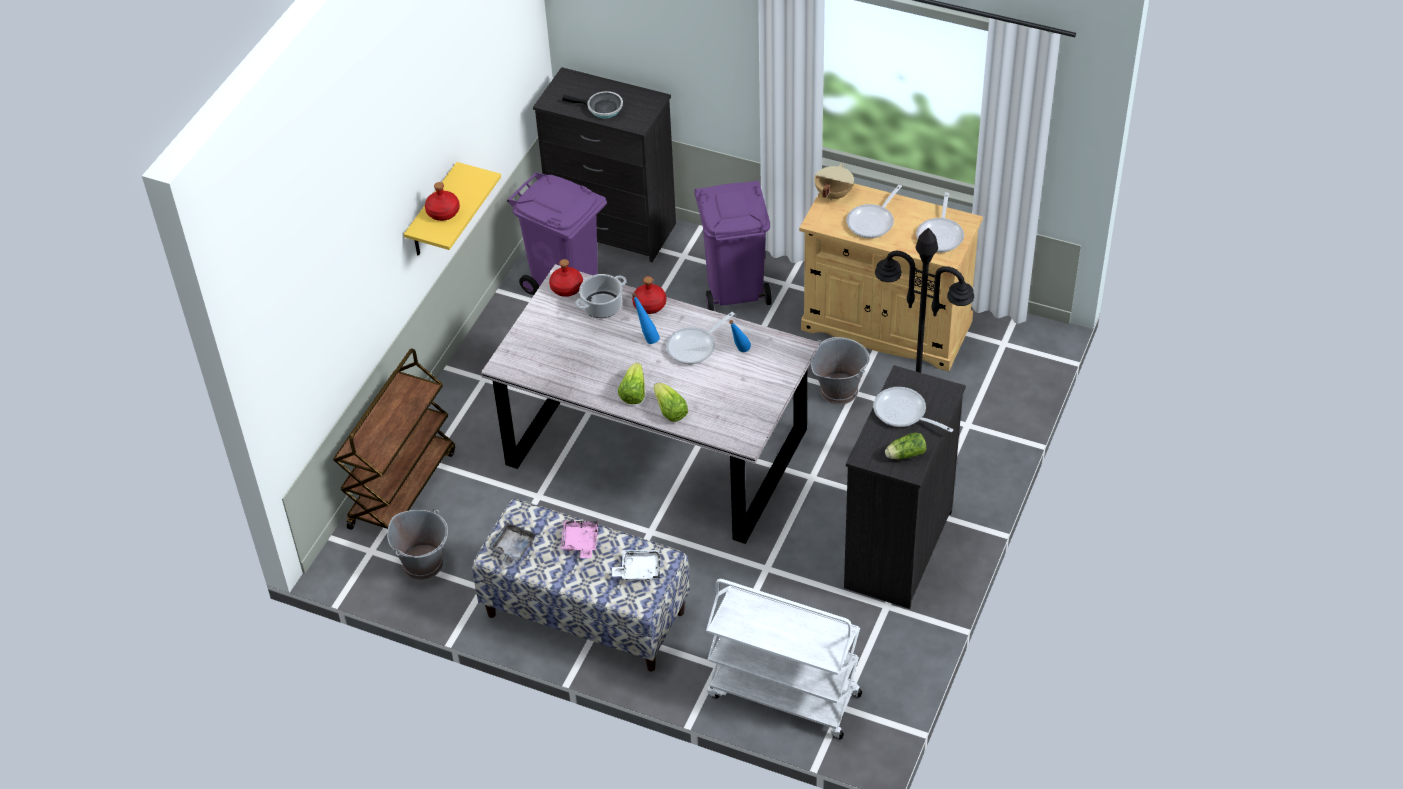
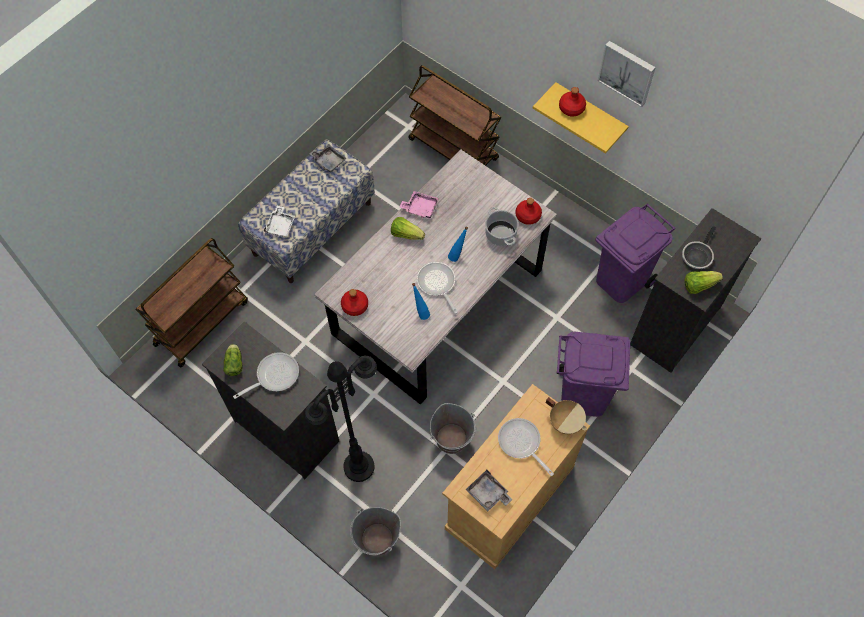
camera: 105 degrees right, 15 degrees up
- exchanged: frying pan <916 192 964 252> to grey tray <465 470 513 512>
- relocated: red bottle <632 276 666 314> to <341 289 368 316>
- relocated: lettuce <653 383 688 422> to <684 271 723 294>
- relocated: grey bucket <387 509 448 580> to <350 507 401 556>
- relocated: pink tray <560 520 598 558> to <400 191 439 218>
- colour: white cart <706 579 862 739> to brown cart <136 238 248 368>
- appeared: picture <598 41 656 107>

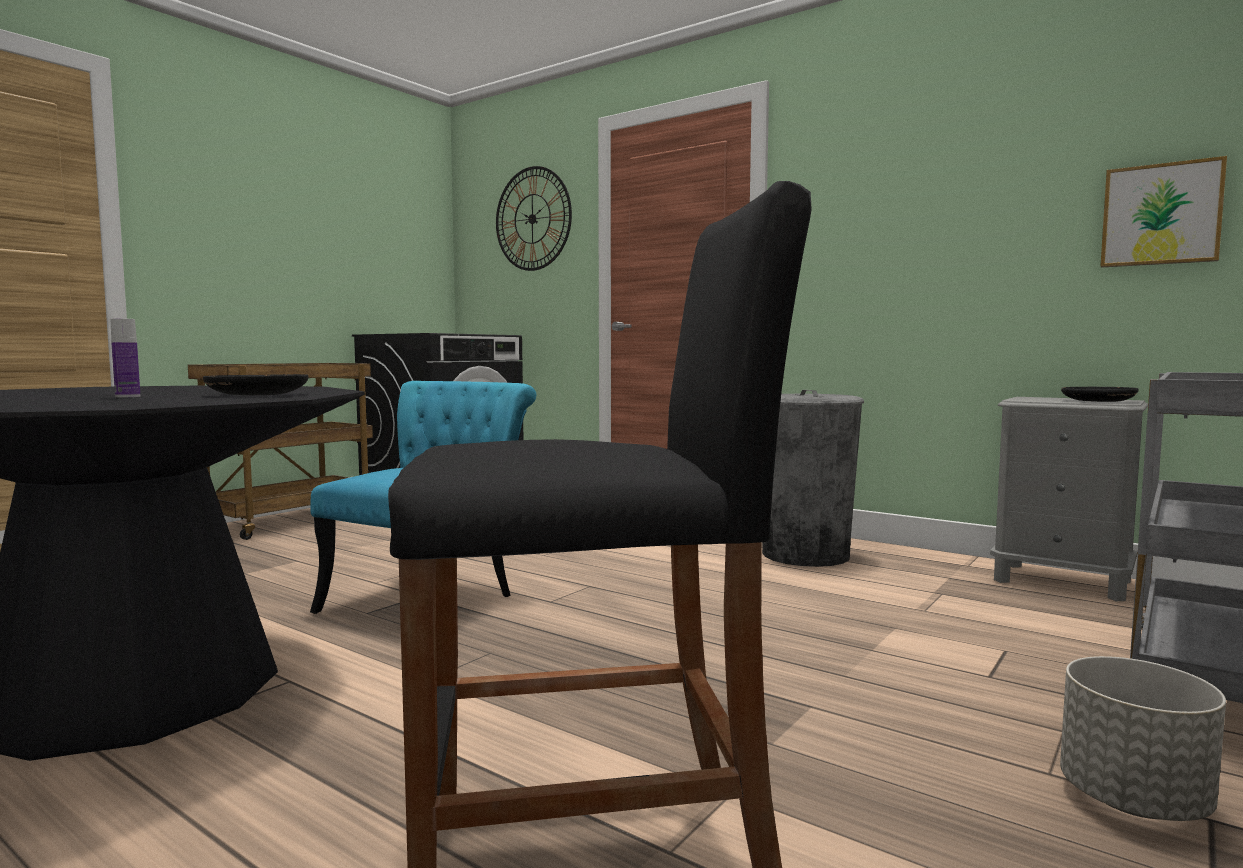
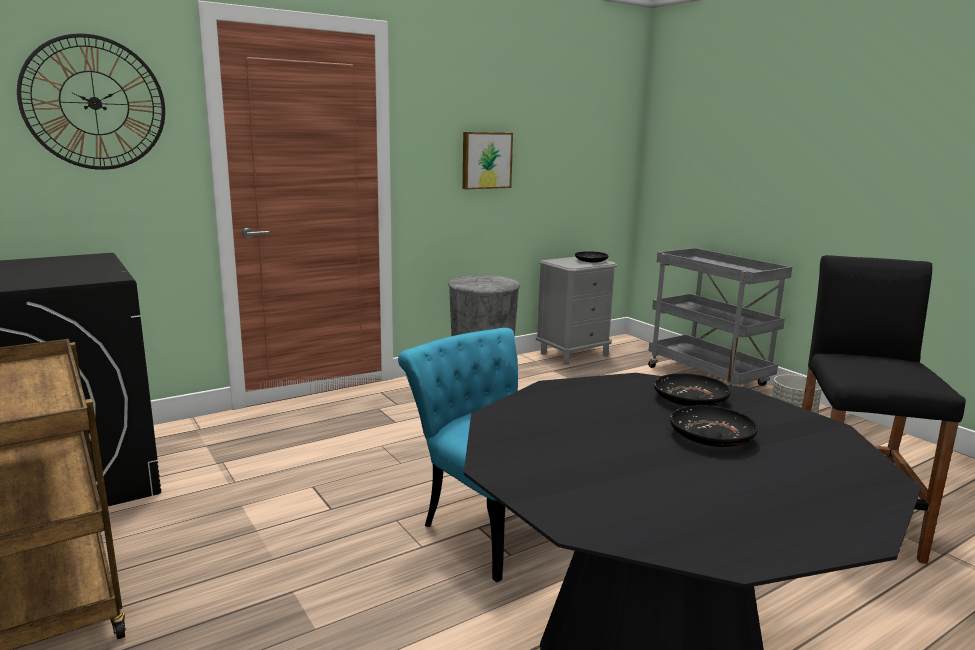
camera: 70 degrees left, 10 degrees up
- relocated: picture <1100 156 1227 267> to <463 132 513 189>
- exchanged: bottle <111 318 140 397> to black plate <670 405 758 447>

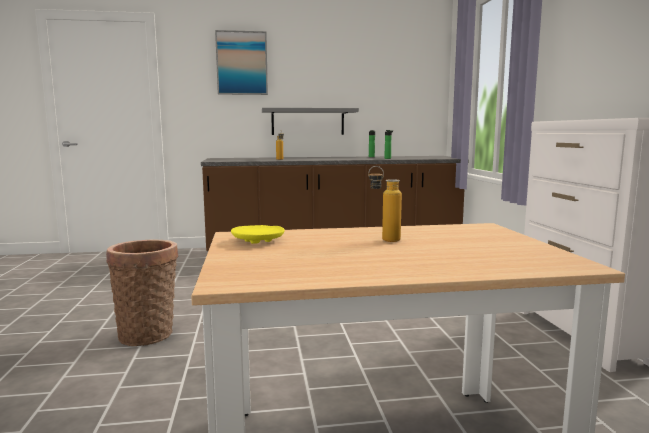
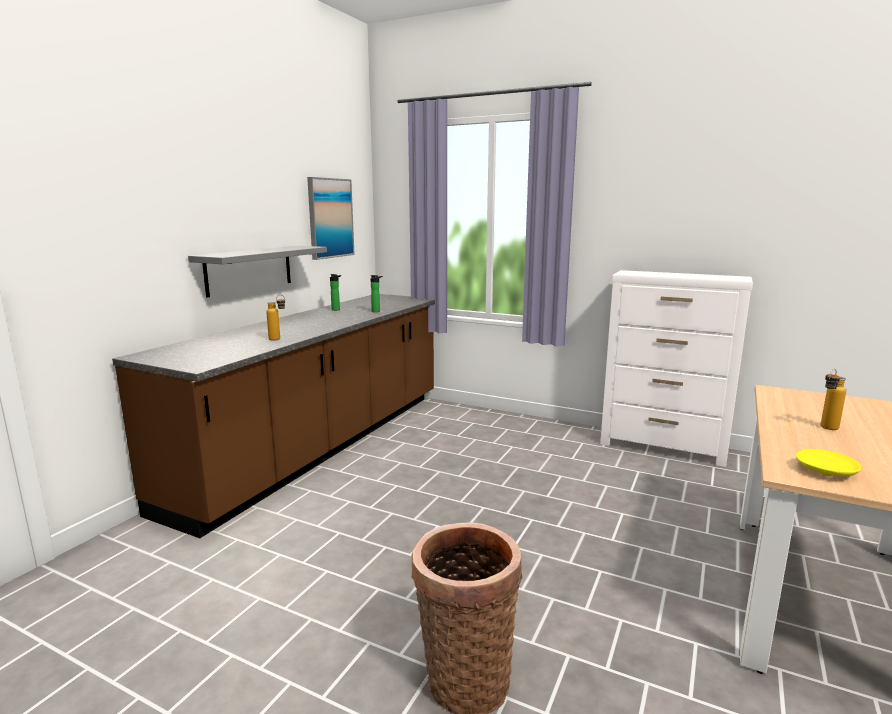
camera: 55 degrees left, 5 degrees up
- relocated: picture <215 30 268 95> to <307 177 355 260>

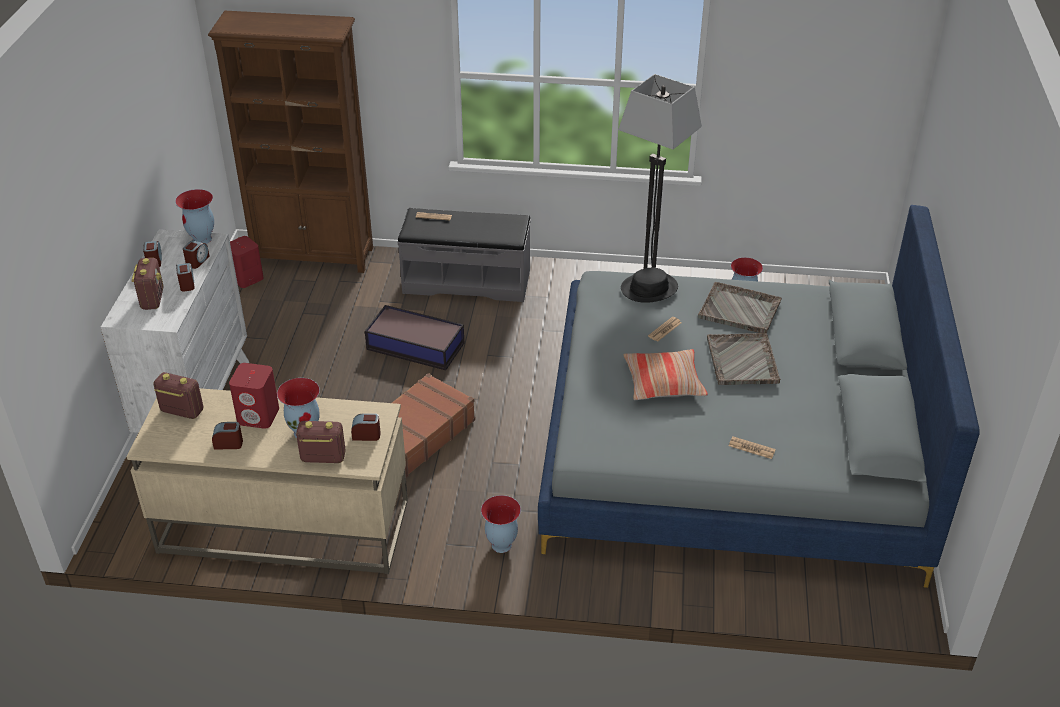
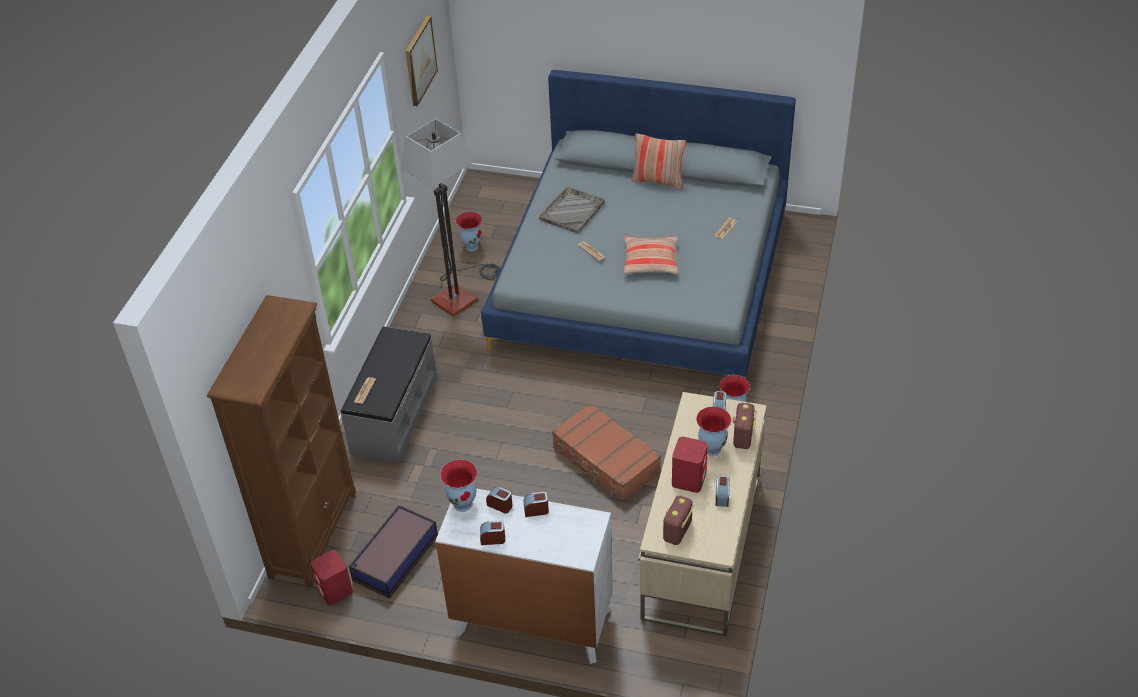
camera: 80 degrees left, 5 degrees up
- missing: radio <132 258 164 310>
- missing: black hat <621 268 678 303>
- relocated: storage box <365 305 464 370> to <349 505 438 598>
- missing: grey tray <707 333 781 385>
- appeared: picture <406 16 438 106>
- appeared: pillow <631 133 686 189>

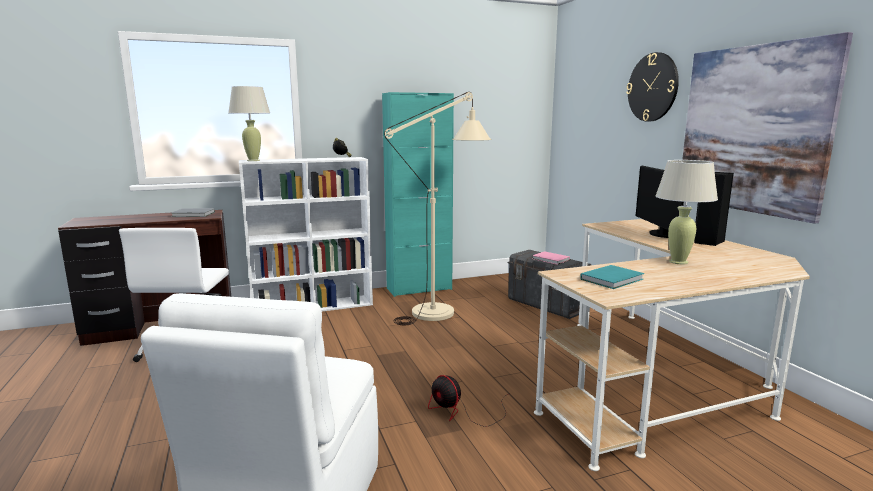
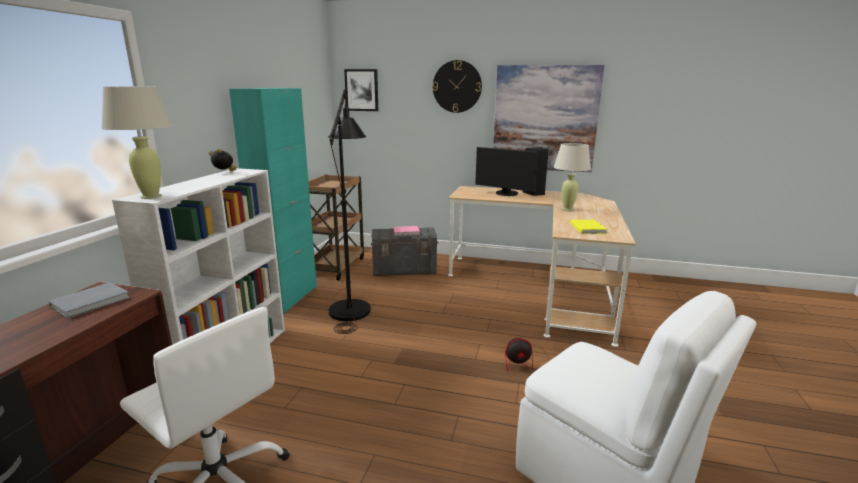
camera: 55 degrees left, 5 degrees up
- colour: beige floor lamp <384 92 491 325> to black floor lamp <328 89 371 334>
- colour: turquoise book <580 265 644 289> to yellow book <570 220 608 234>
- appeared: picture <344 69 378 111>
- appeared: brown cart <309 174 364 280>

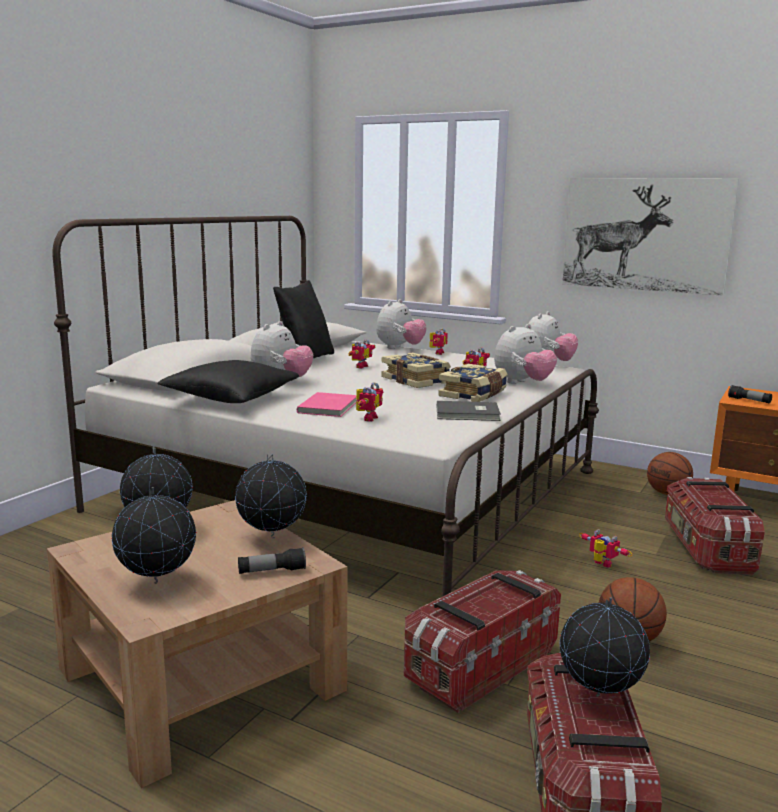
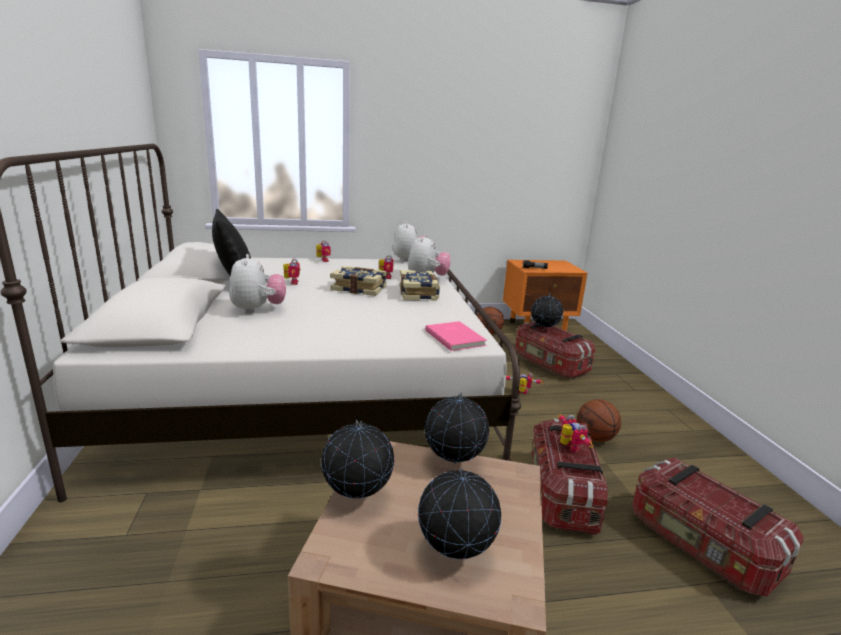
camera: 40 degrees left, 5 degrees up
- missing: picture <562 178 739 296>
- missing: plush toy <376 299 427 349>
- missing: black pillow <157 360 299 403>
- relocated: toy robot <356 382 383 422> to <558 414 593 452>
- relocated: pink book <297 392 356 417> to <425 321 487 351>
- missing: grey book <437 401 501 421>
- missing: flashlight <238 547 306 574>
- relocated: globe <560 597 650 697> to <531 293 563 331>

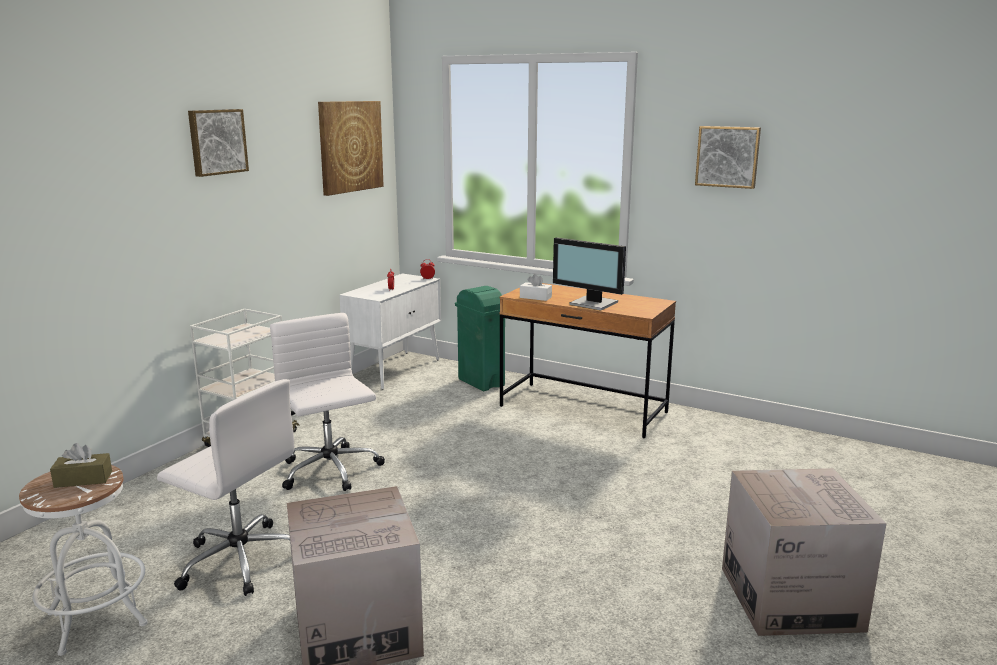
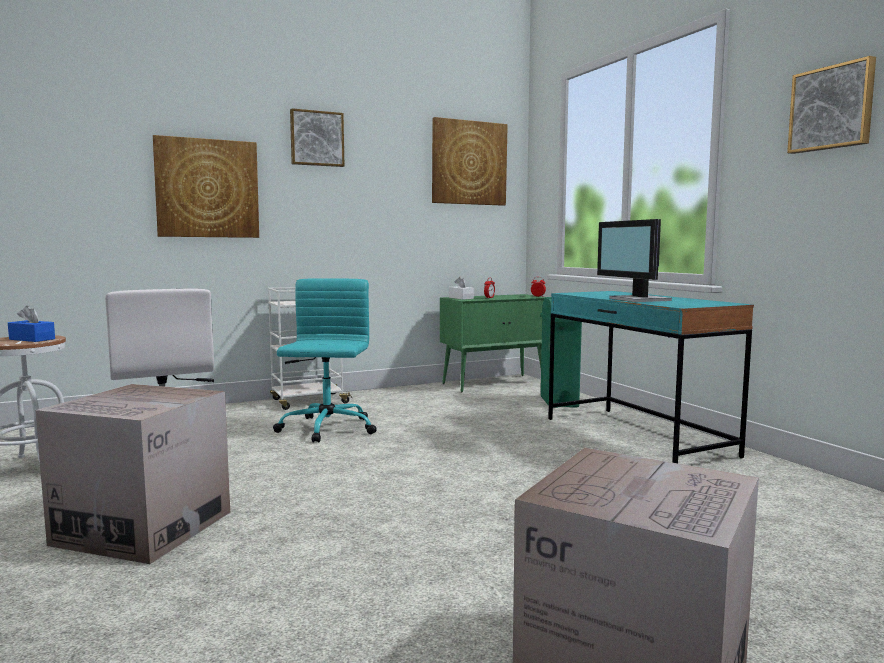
camera: 35 degrees right, 10 degrees down
- colour: white cabinet <339 273 441 390> to green cabinet <440 294 545 392>
- relocated: white tissue box <520 274 552 301> to <449 277 474 300>
- colour: brown desk <500 283 676 438> to turquoise desk <549 291 754 463>
- colour: white office chair <270 313 385 491> to turquoise office chair <273 278 377 443>
- colour: brown tissue box <50 443 112 488> to blue tissue box <8 306 55 342>
- appeared: picture <153 135 259 238>

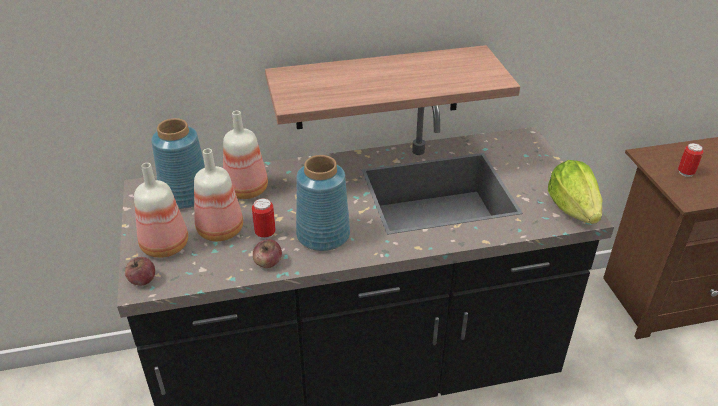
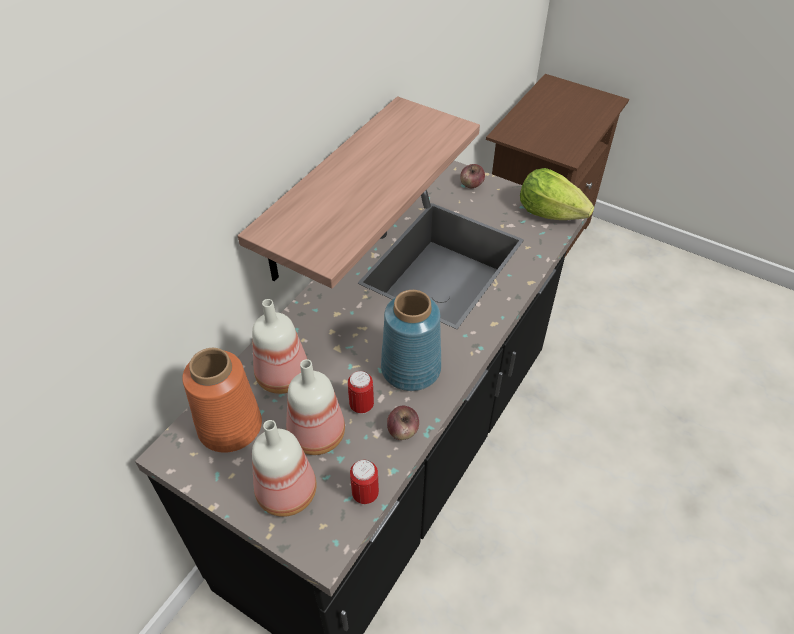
camera: 45 degrees left, 10 degrees up
- colour: blue vase <151 118 205 209> to orange vase <182 348 262 453>
- relocated: can <678 143 703 177> to <350 459 379 504>
- relocated: apple <125 257 155 285> to <460 164 485 188>

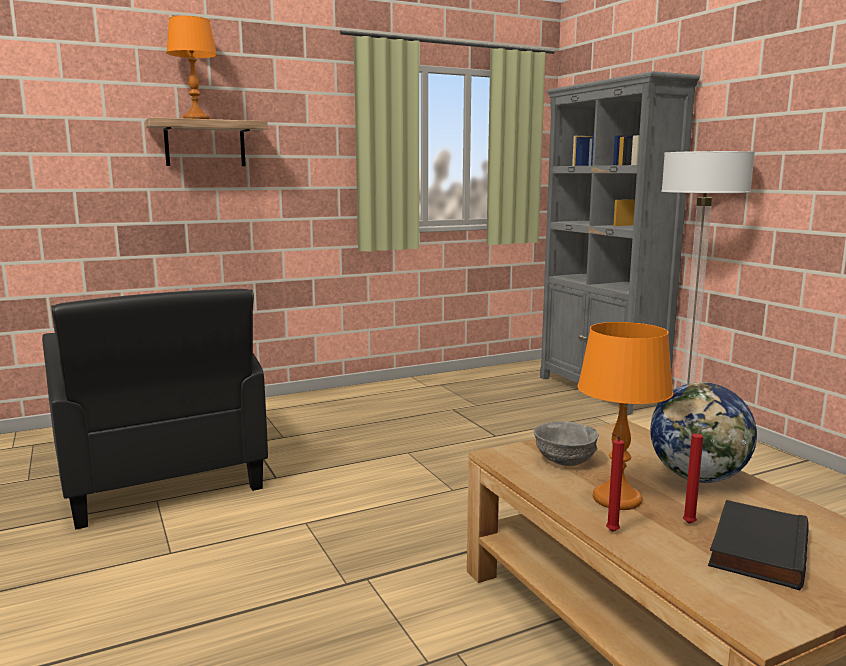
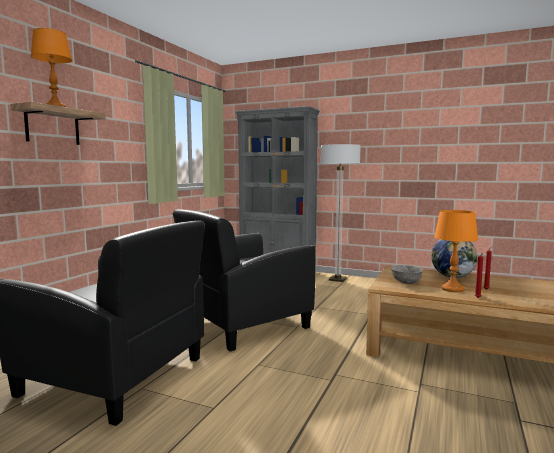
camera: 40 degrees left, 5 degrees down
- missing: black book <708 500 809 590>
- appeared: black armchair <173 209 315 351>

